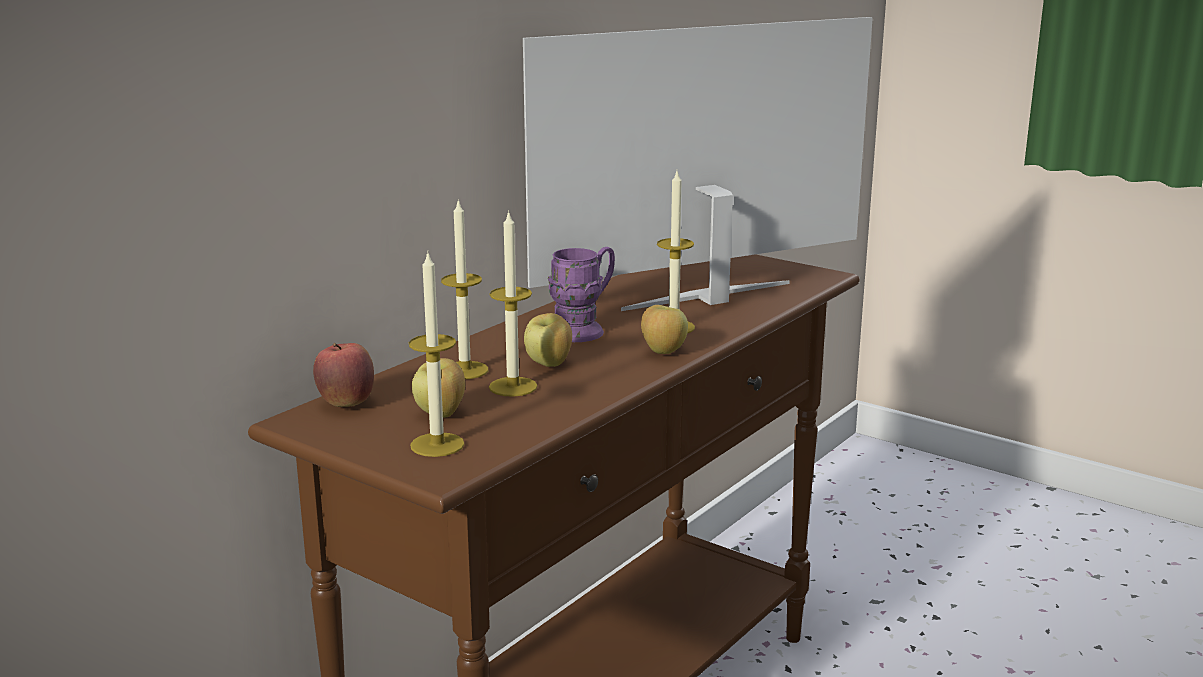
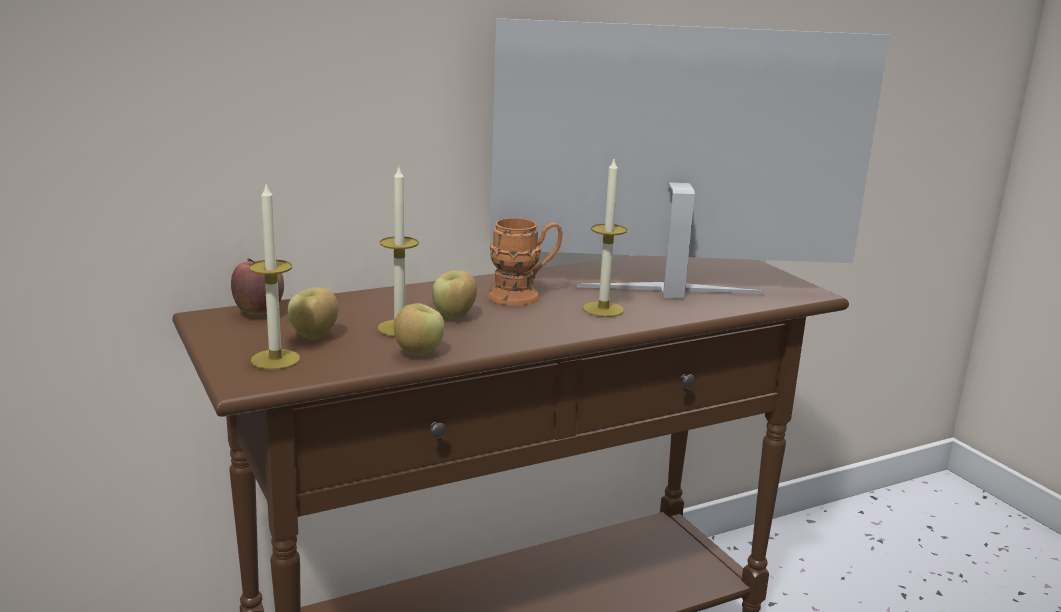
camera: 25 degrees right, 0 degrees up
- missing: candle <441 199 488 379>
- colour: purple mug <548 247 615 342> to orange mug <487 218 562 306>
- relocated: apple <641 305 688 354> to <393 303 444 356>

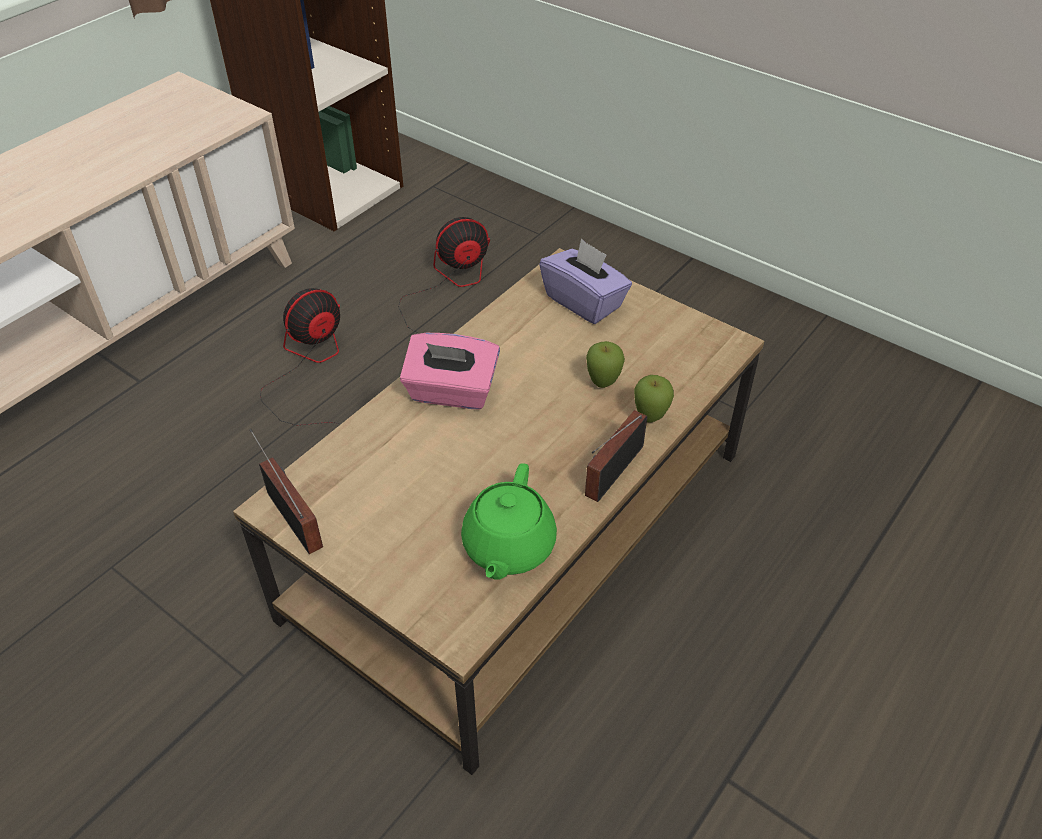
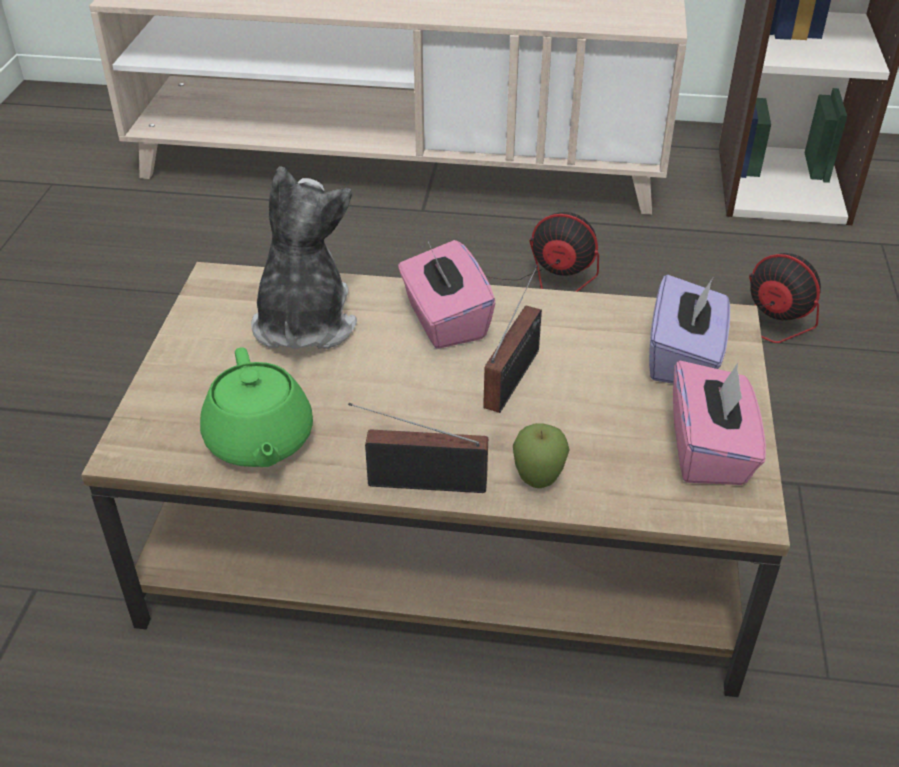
camera: 60 degrees right, 5 degrees down
- missing: apple <586 341 625 388>
- relocated: radio <250 429 323 554> to <483 265 542 413>
- spun: green teapot <461 463 557 579> = <200 347 313 467> 90 degrees counterclockwise
- appeared: plush toy <251 166 357 349>
- appeared: pink tissue box <673 361 766 485>

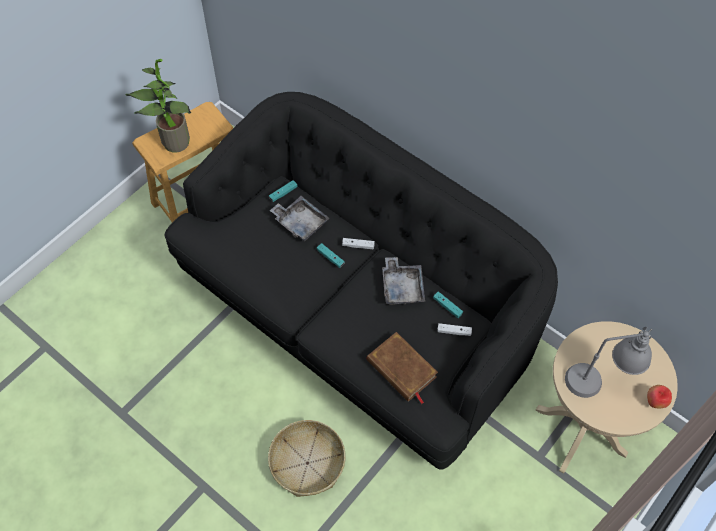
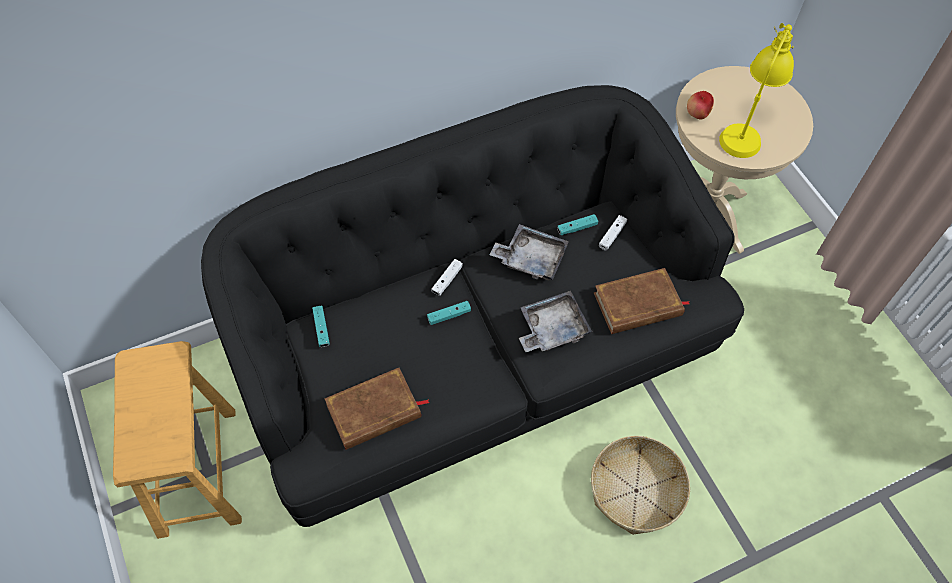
camera: 65 degrees left, 0 degrees up
- missing: potted plant <126 59 191 153>
- relocated: grey tray <270 196 330 241> to <519 291 593 352>
- colour: grey table lamp <565 327 652 398> to yellow table lamp <719 23 794 158>
- relocated: apple <647 385 672 408> to <687 91 714 119>
- appeared: brown book <325 368 430 450>

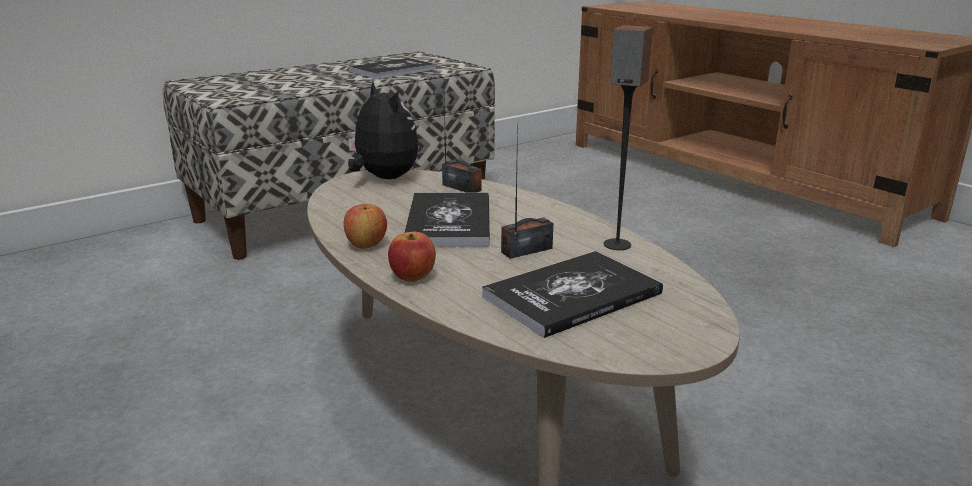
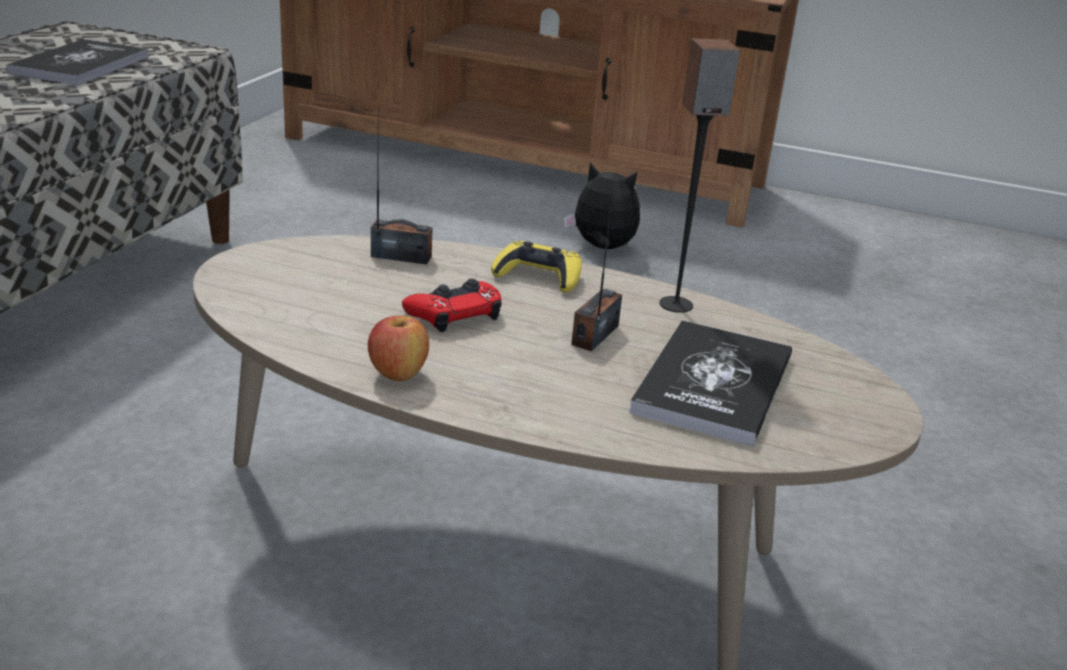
camera: 35 degrees left, 5 degrees up
- relocated: plush toy <348 82 418 179> to <564 162 640 249>
- exchanged: book <404 193 490 247> to red game controller <402 279 502 332>
- missing: apple <388 232 436 282>
- appeared: yellow game controller <491 241 582 293>

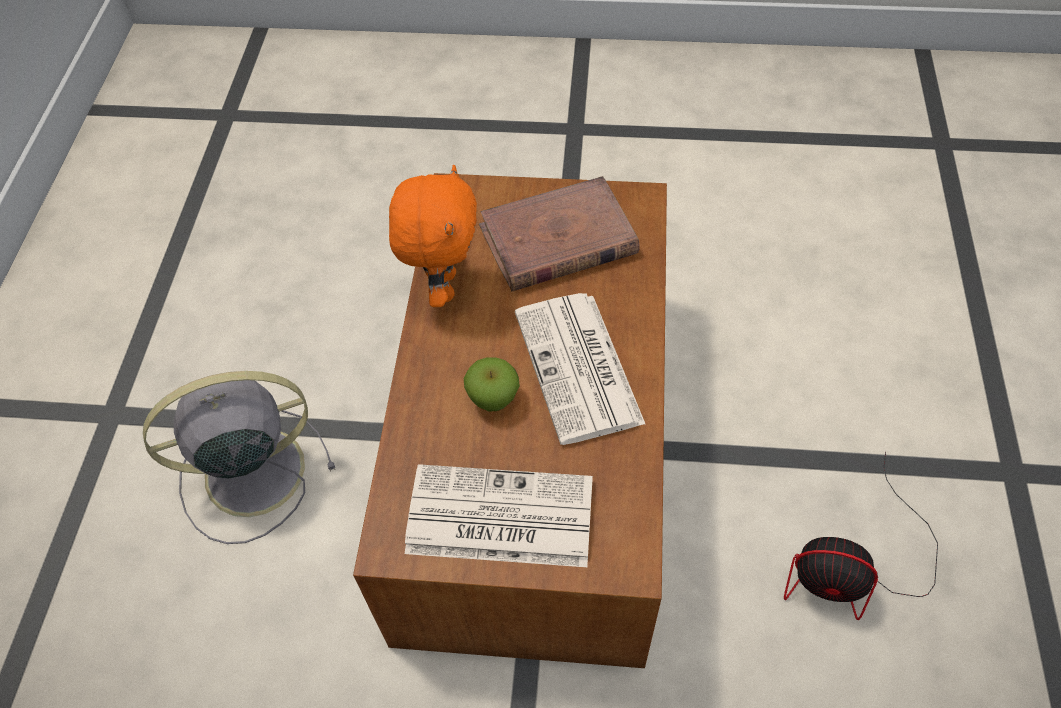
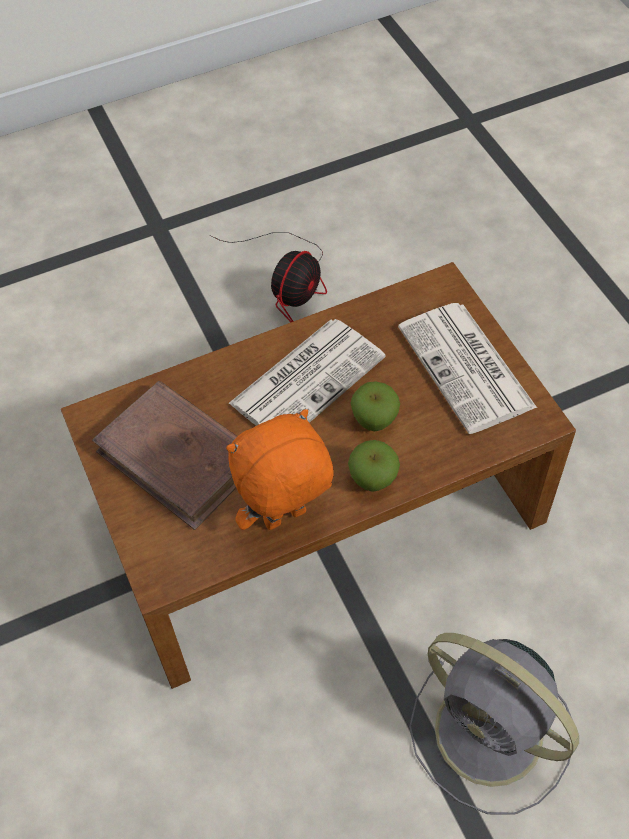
camera: 120 degrees left, 0 degrees up
- spun: fan <784 452 938 620> = <209 232 327 322> 45 degrees clockwise
- appeared: apple <348 440 400 492>

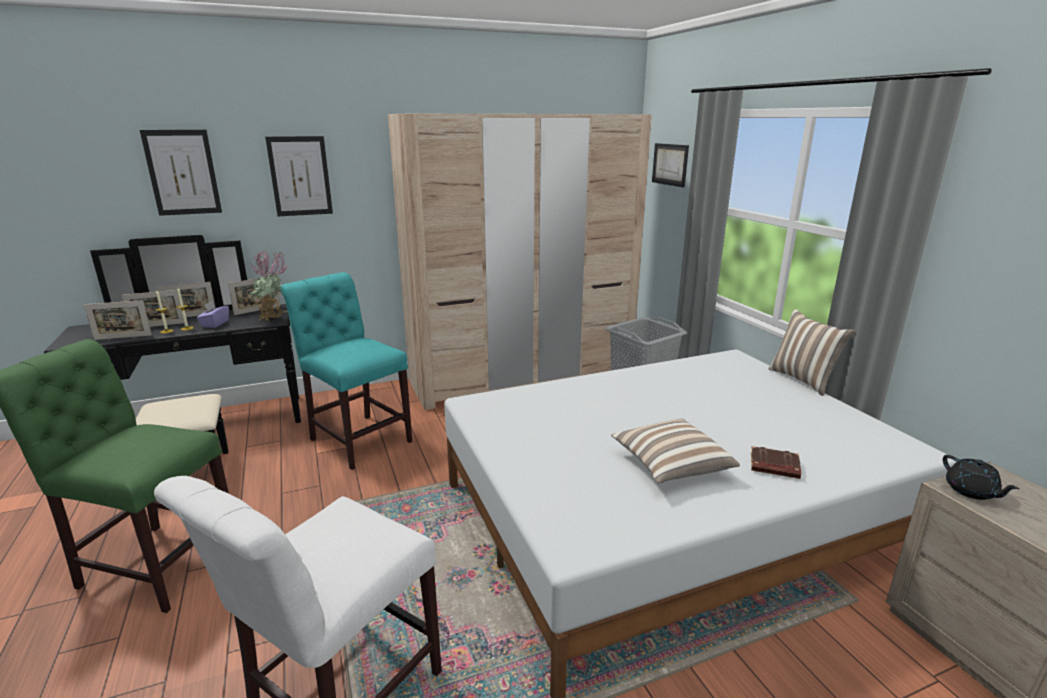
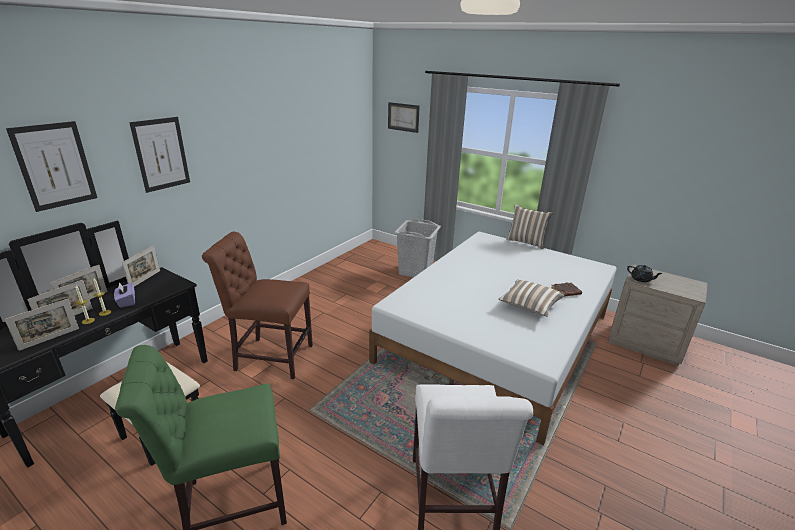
camera: 35 degrees left, 5 degrees up
- missing: beige wardrobe <388 114 652 410>
- missing: potted plant <249 250 288 321>
- colour: turquoise chair <281 272 412 470> to brown chair <202 232 313 379>

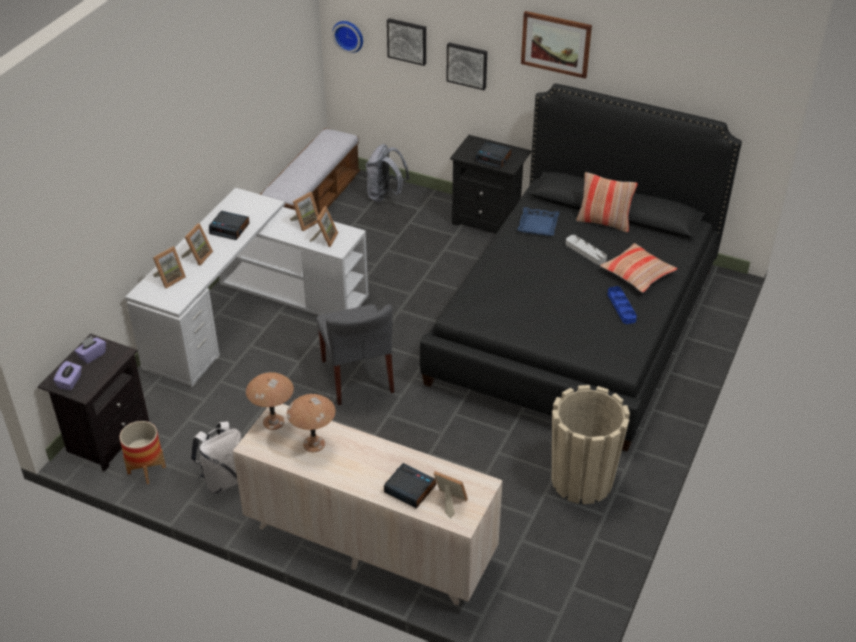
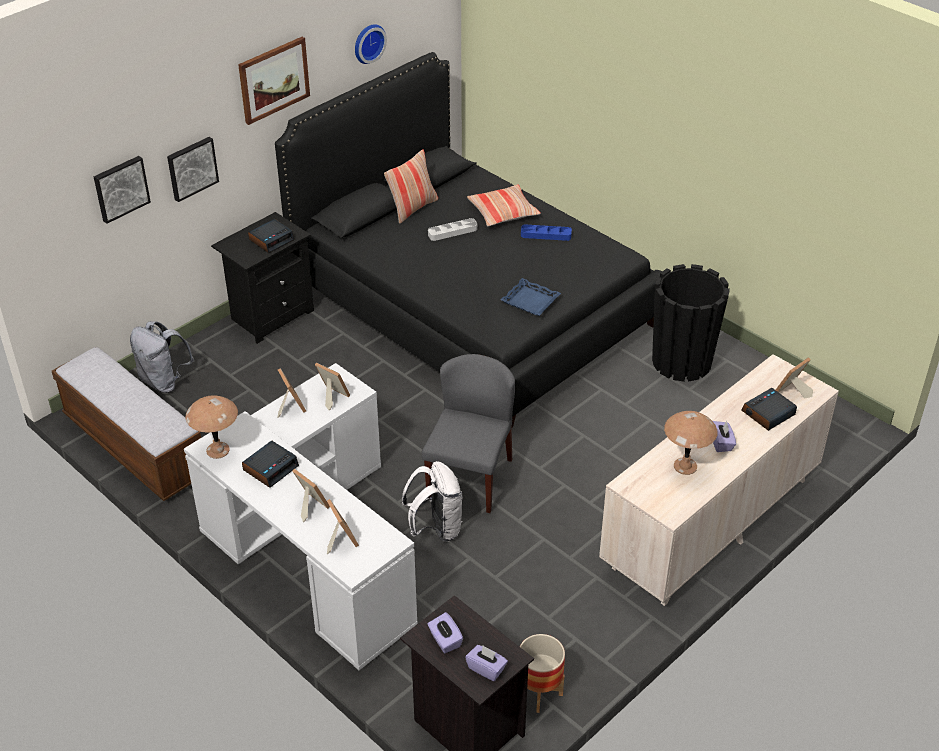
camera: 70 degrees left, 0 degrees up
- relocated: wall clock <332 21 363 53> to <355 24 387 64>
- relocated: blue tray <517 207 559 236> to <500 278 561 316>
- spun: grey chair <316 304 394 405> = <421 354 515 513> 75 degrees counterclockwise
- relocated: brown table lamp <246 372 294 430> to <185 395 238 459>
- colour: beige planter <552 385 630 504> to black planter <652 264 730 382>
- relocated: white backpack <191 422 242 493> to <402 461 463 542>
- appeared: purple tissue box <713 421 736 452>

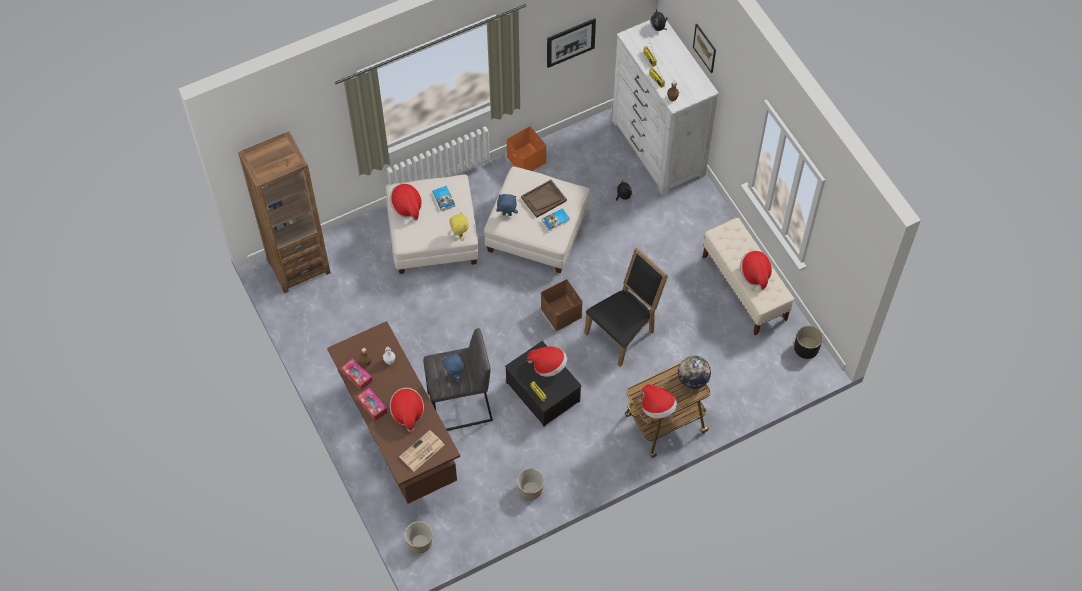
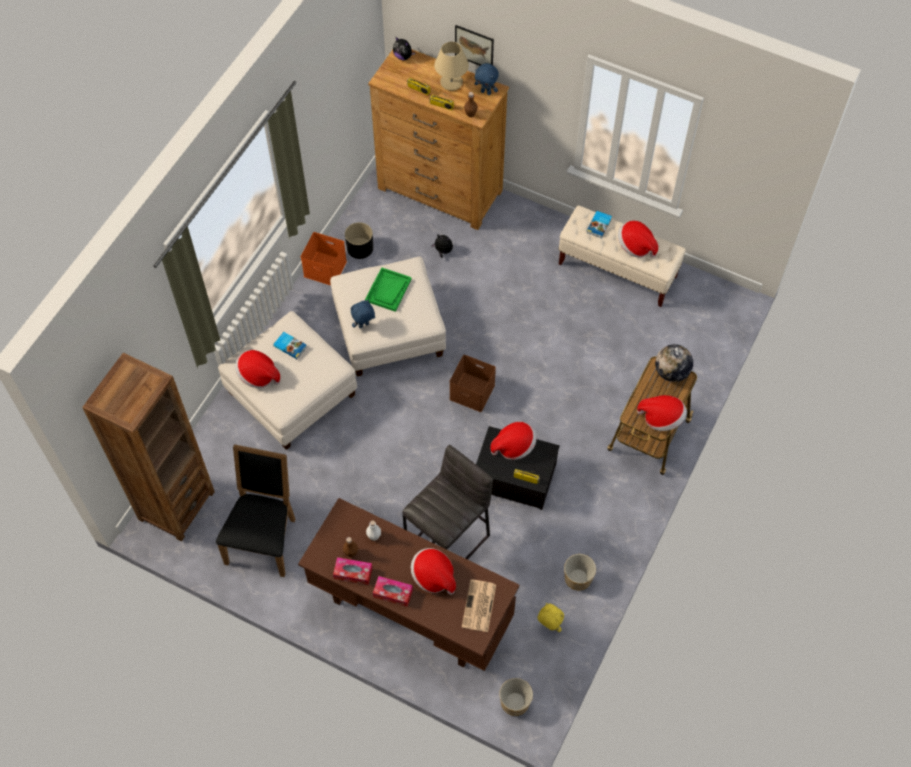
camera: 35 degrees left, 0 degrees up
- missing: picture <547 18 596 68>
- colour: white dresser <612 20 719 195> to brown dresser <368 49 509 230>
- colour: brown tray <521 180 567 218> to green tray <365 267 412 312>
- relocated: book <542 208 570 231> to <586 211 612 238>
- relocated: yellow plush toy <449 213 469 241> to <538 603 564 632>
- relocated: black chair <585 248 668 367> to <216 444 295 577>
- relocated: black planter <794 325 823 359> to <345 222 373 259>
- relocated: blue plush toy <442 354 465 381> to <474 63 499 95>
- appeared: beige table lamp <434 42 469 91>

